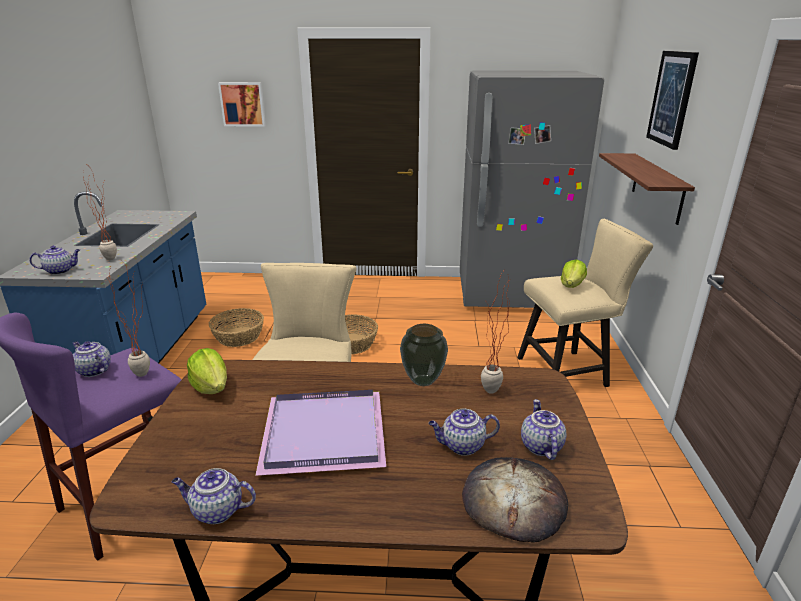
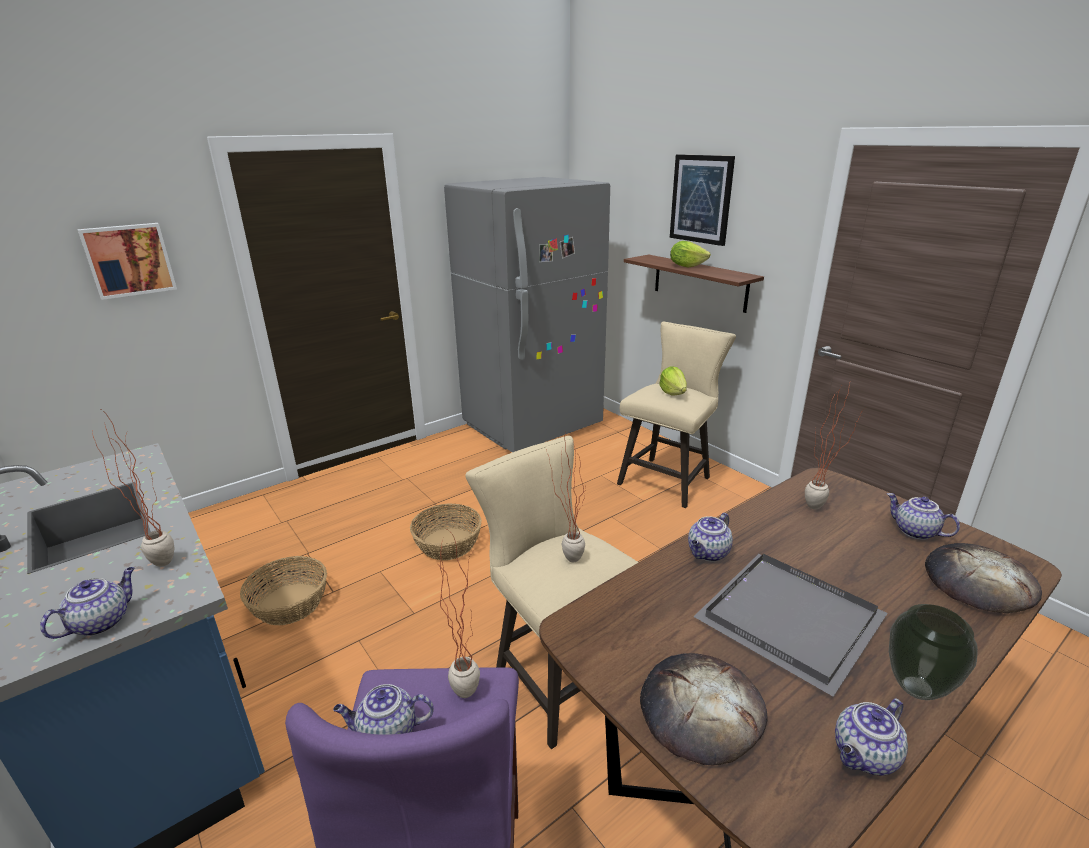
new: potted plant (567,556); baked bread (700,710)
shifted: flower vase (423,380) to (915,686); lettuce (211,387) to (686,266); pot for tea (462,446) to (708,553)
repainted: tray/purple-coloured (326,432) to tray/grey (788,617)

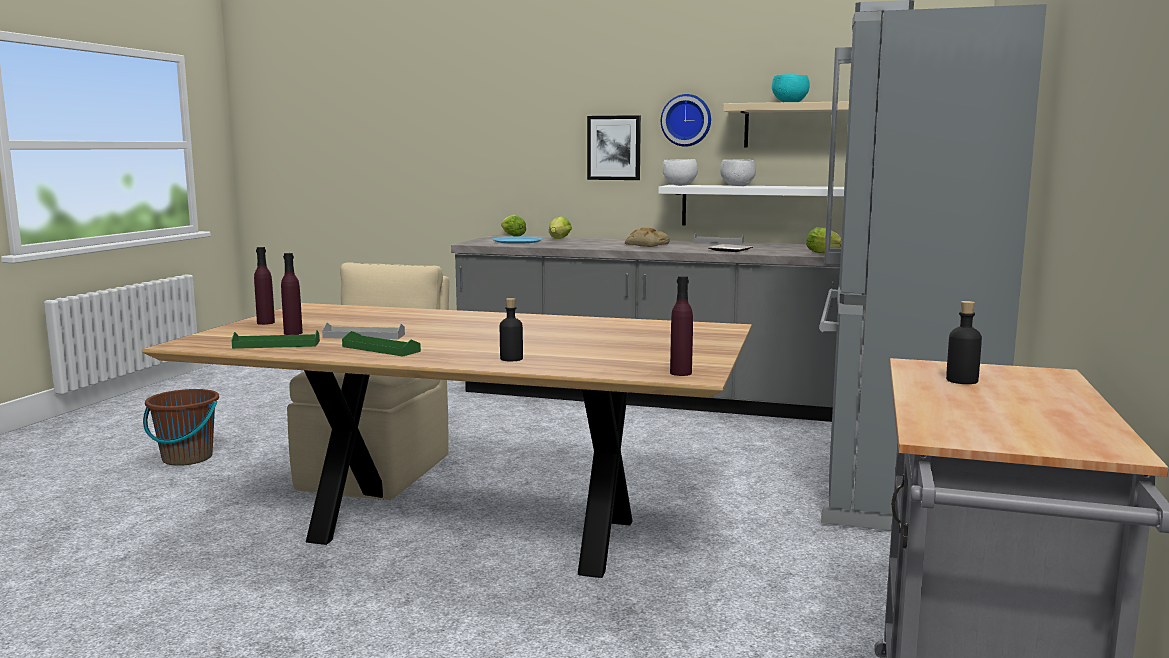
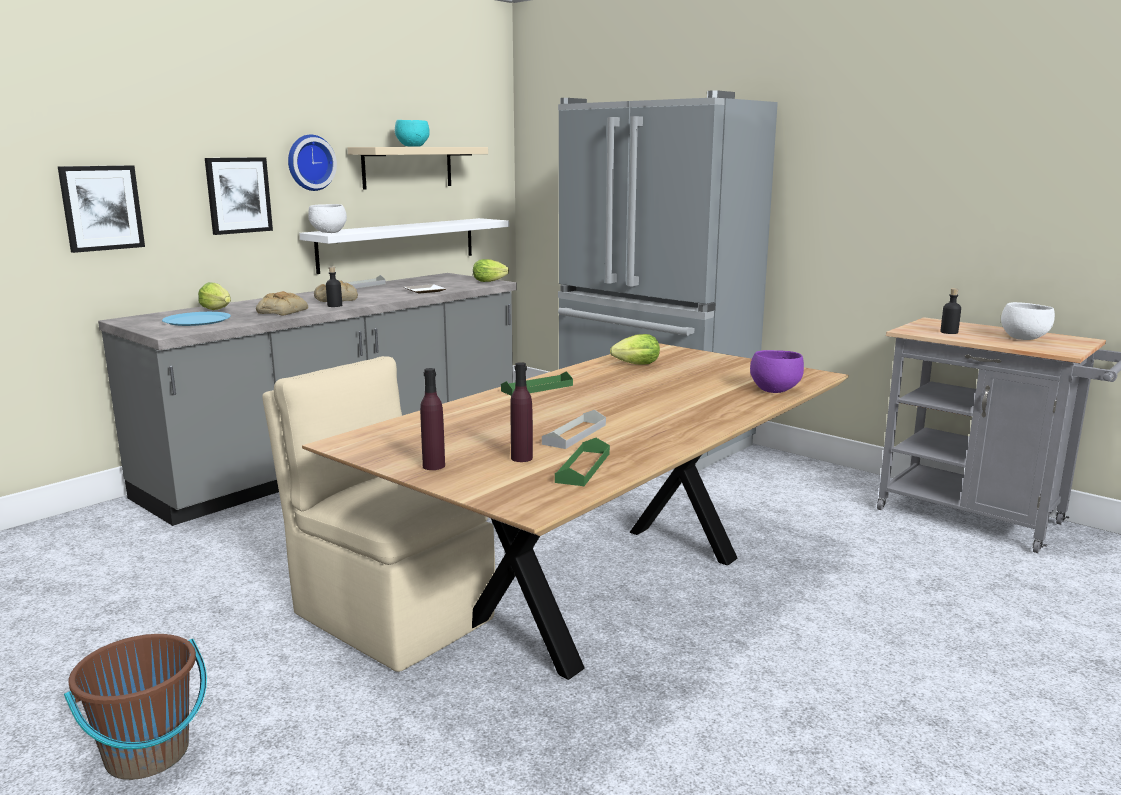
gone: bottle/purple-coloured (680,373)
new: picture (101,208); baked bread (282,311); deep dish/purple-coloured (774,390)
shifted: deep dish/white-coloured (738,186) to (1024,338); lettuce (511,236) to (634,365); bottle/black (511,359) to (334,305); tray/green (381,349) to (537,388)

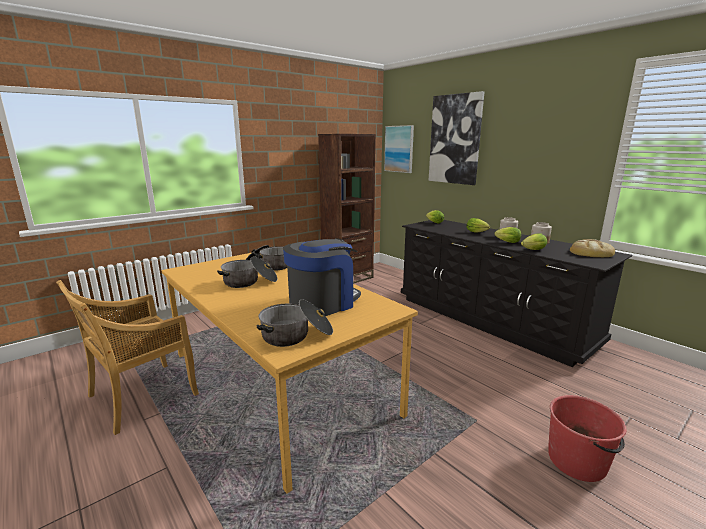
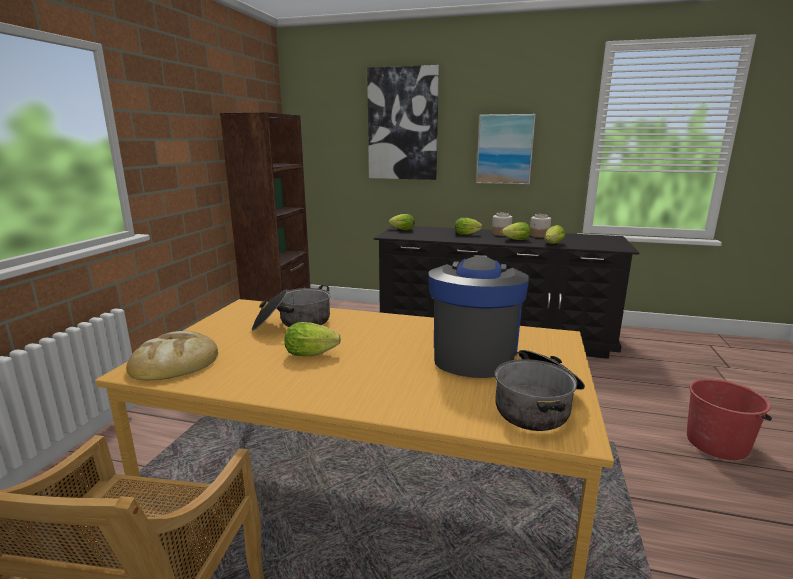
shifted: picture (399,149) to (504,149); baked bread (591,252) to (175,361)
swapped: stockpot (249,282) to lettuce (314,354)

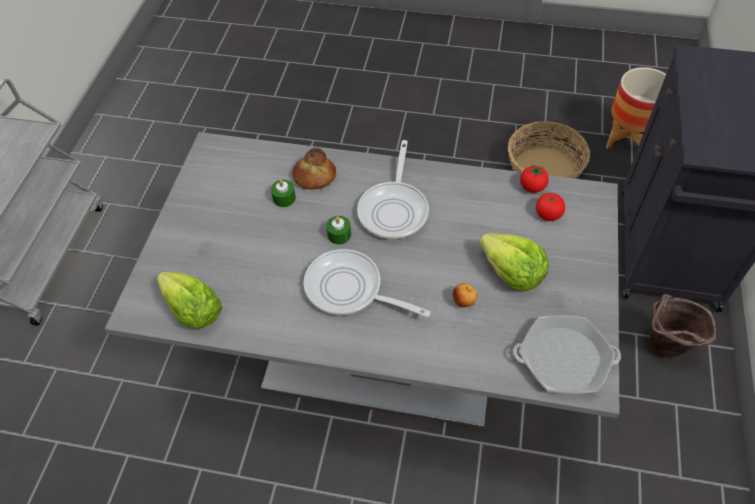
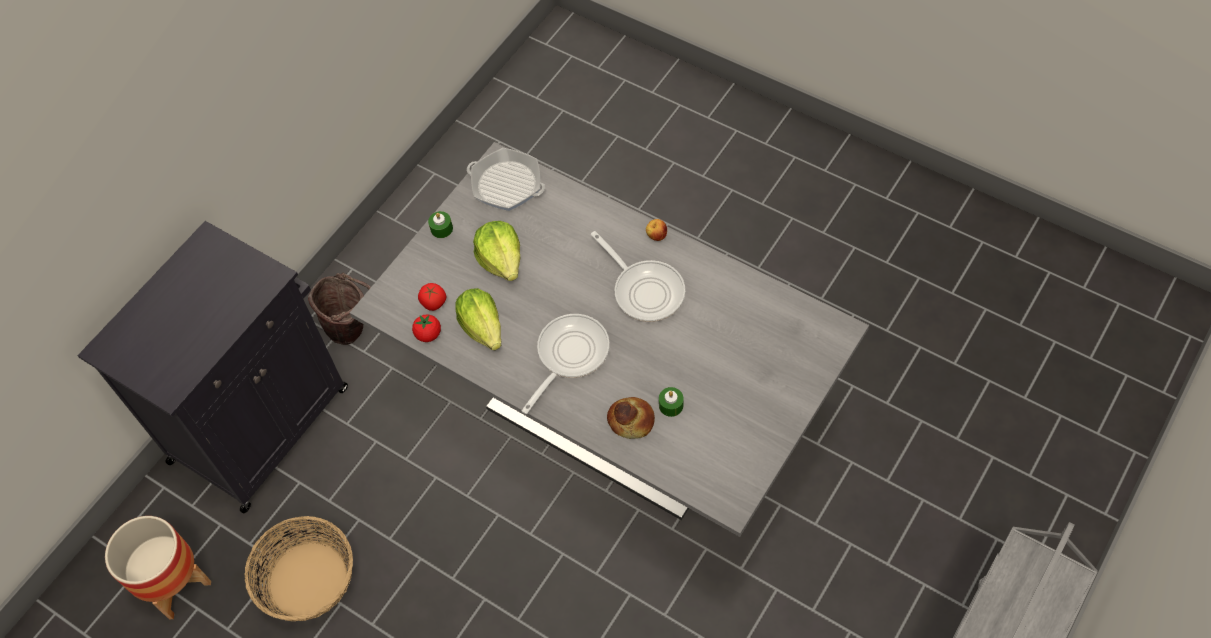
shifted: wax candle/green (339,234) to (441,229); lettuce (194,311) to (483,327); apple (464,302) to (656,236)

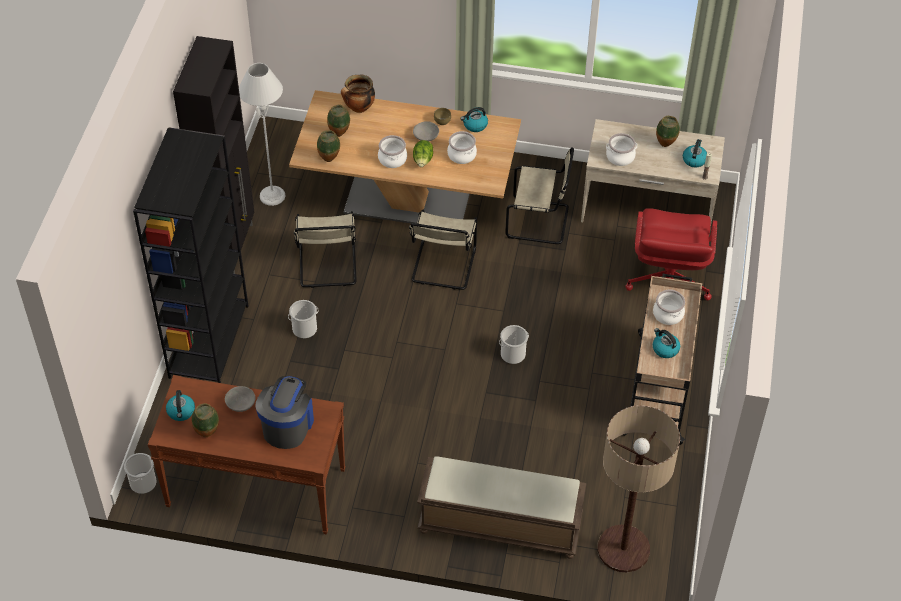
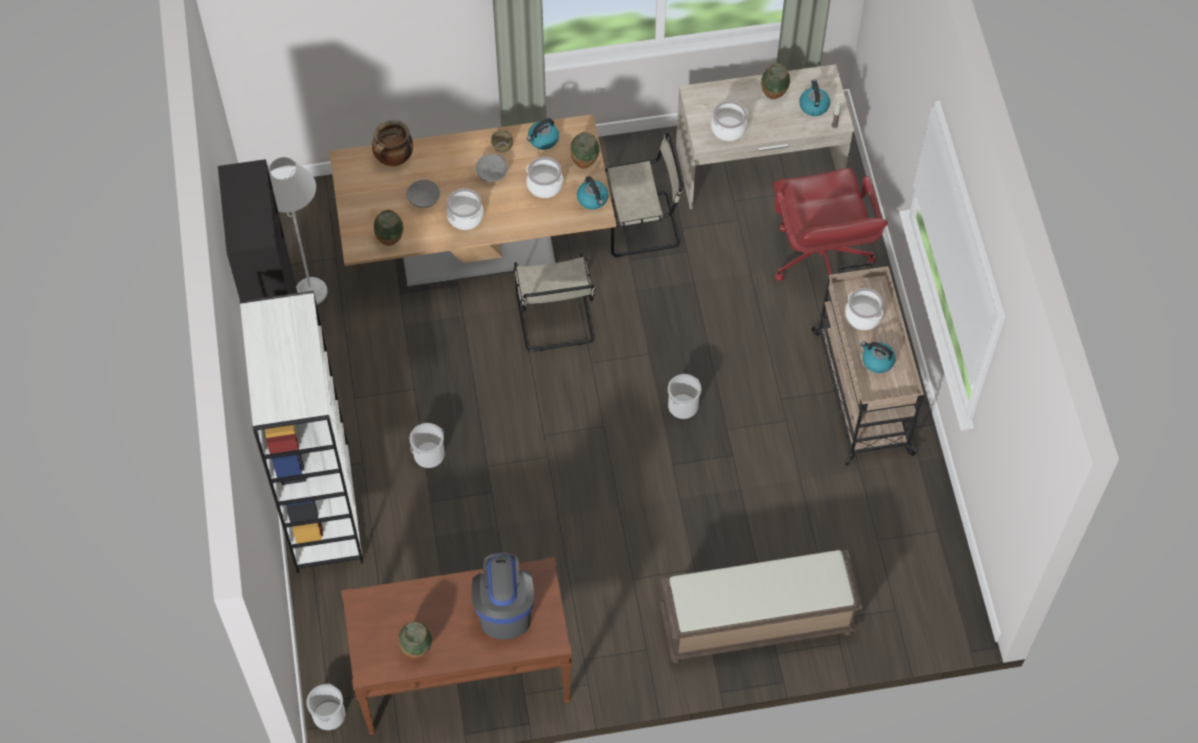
gone: lettuce (423,161); upright chair/beige-coloured (327,267); standard lamp (623,549)
shifted: flower vase (339,134) to (584,164); deep dish/grey (241,404) to (424,199); tea kettle (181,412) to (593,199)
repainted: shelving unit/black (208,340) to shelving unit/white-coloured (322,508)

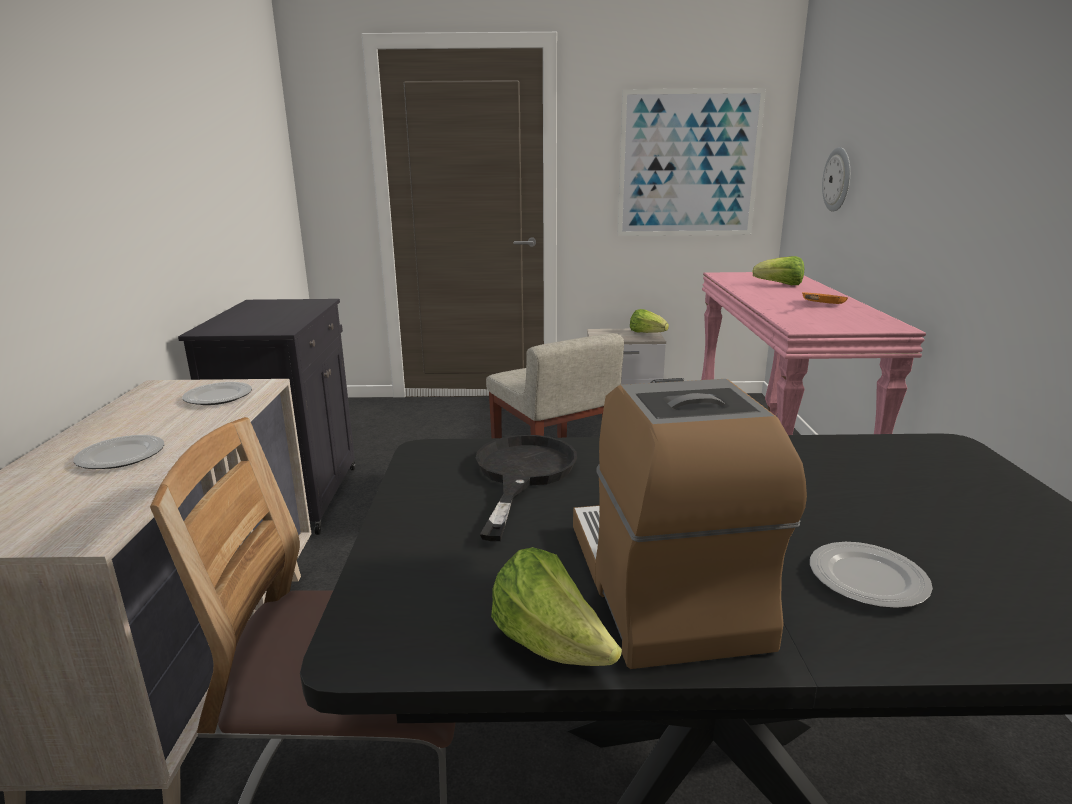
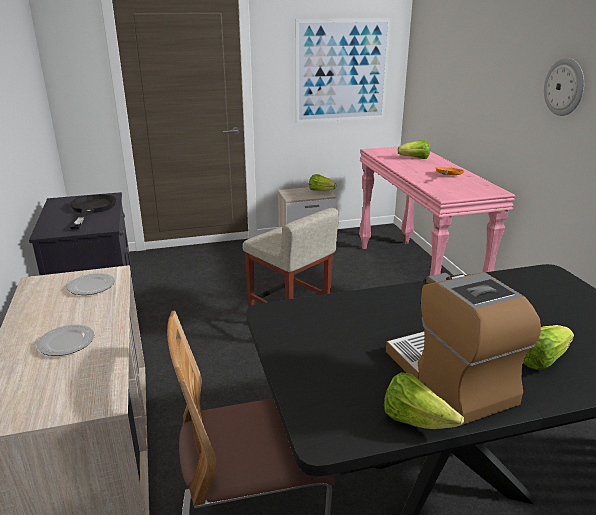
shifted: hanging clock (838,179) to (565,87); frying pan/black (522,474) to (91,209)
swapped: plate (866,579) to lettuce (541,359)

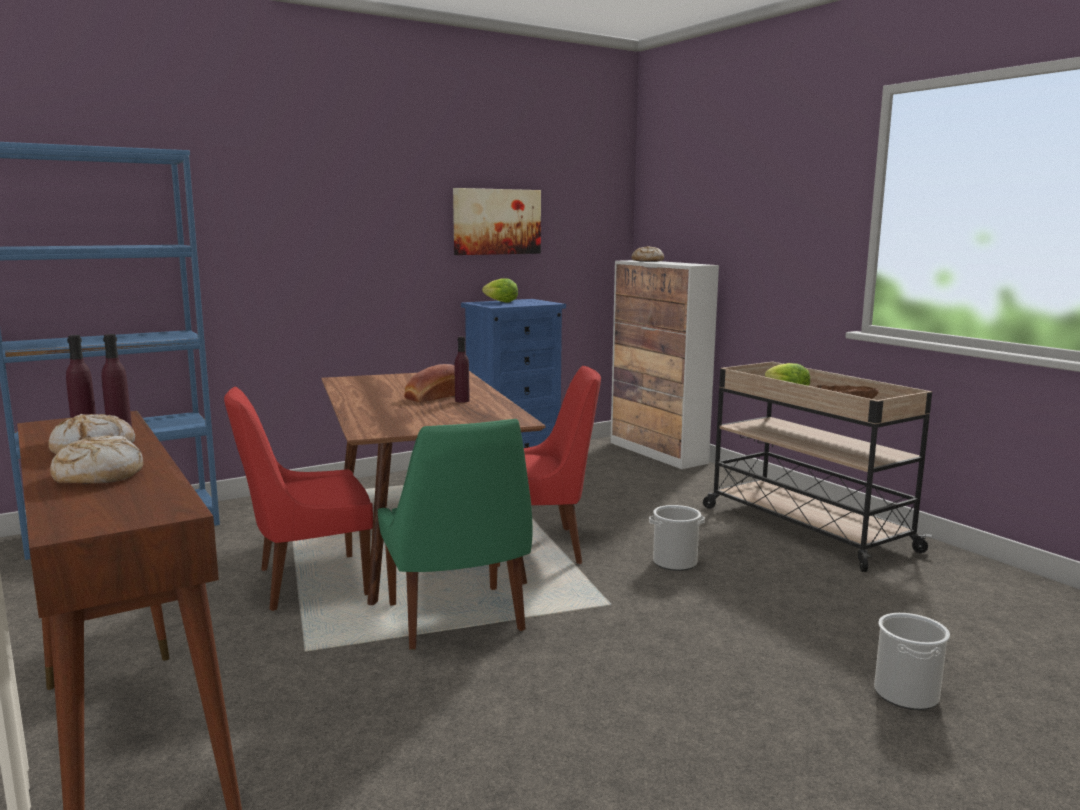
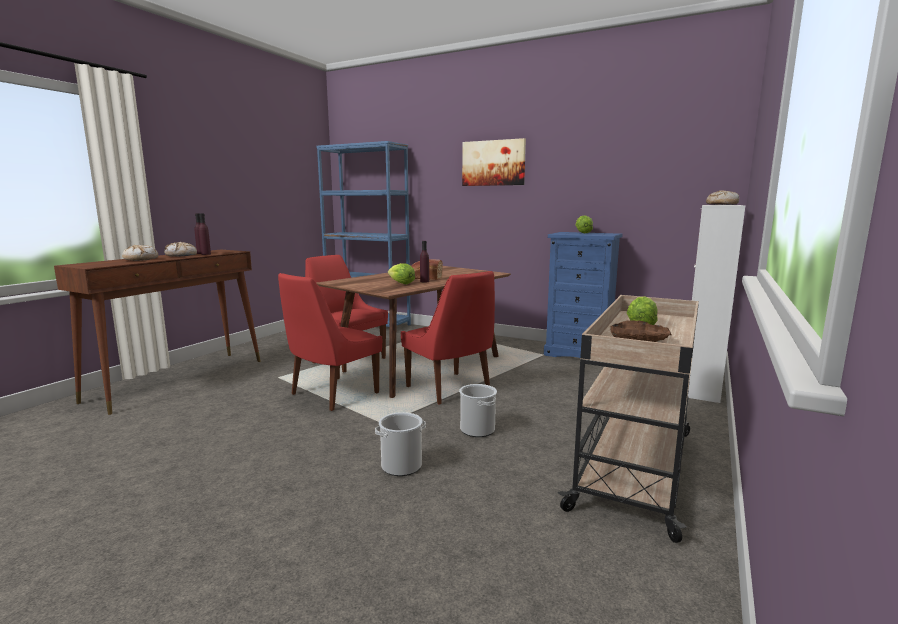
new: lettuce (401,283)
shifted: picture (496,221) to (493,163); water bucket (906,694) to (401,466)
repainted: upright chair/green (457,620) to upright chair/red-coloured (332,394)

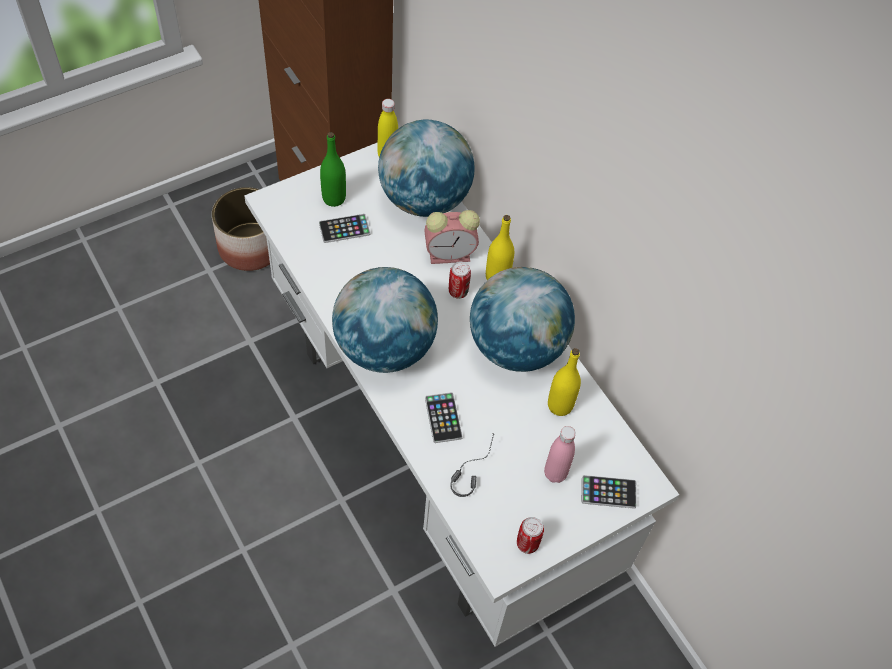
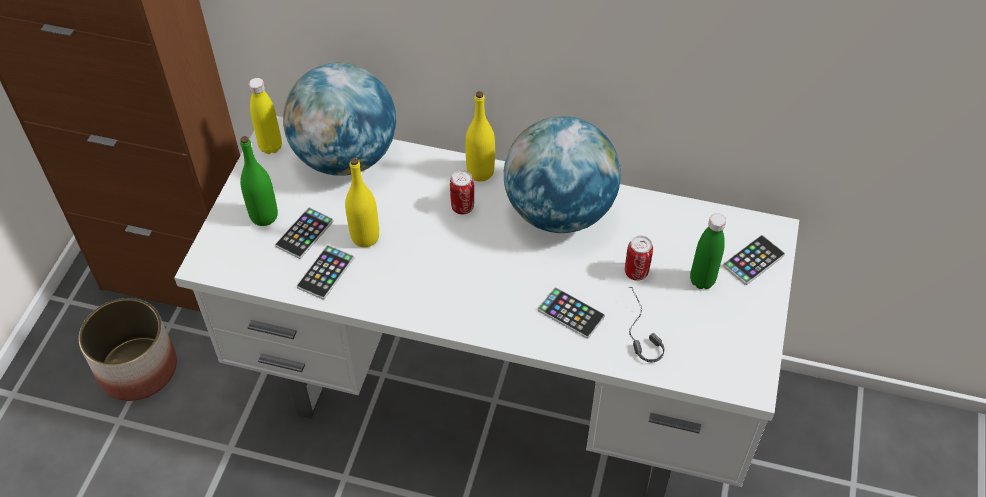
gone: bedside clock (451,254); globe (384,347)
new: phone (325,272)
shifted: bottle/yellow (560,405) to (365,237); sealed can (527,544) to (636,272)
repainted: bottle/pink (555,473) to bottle/green (702,280)

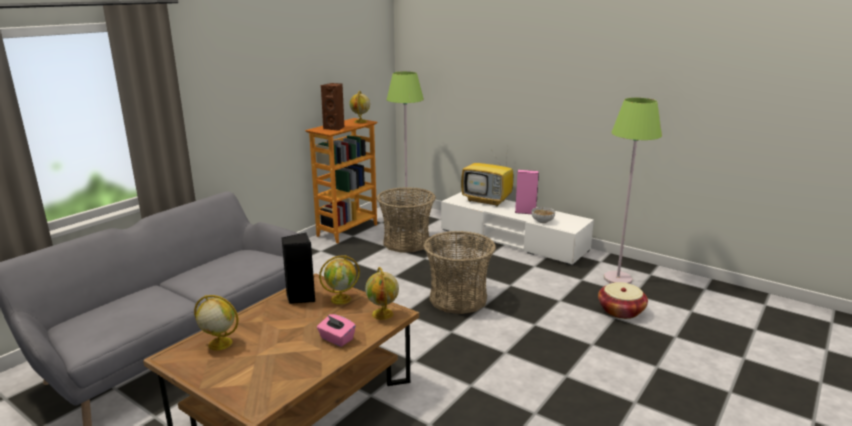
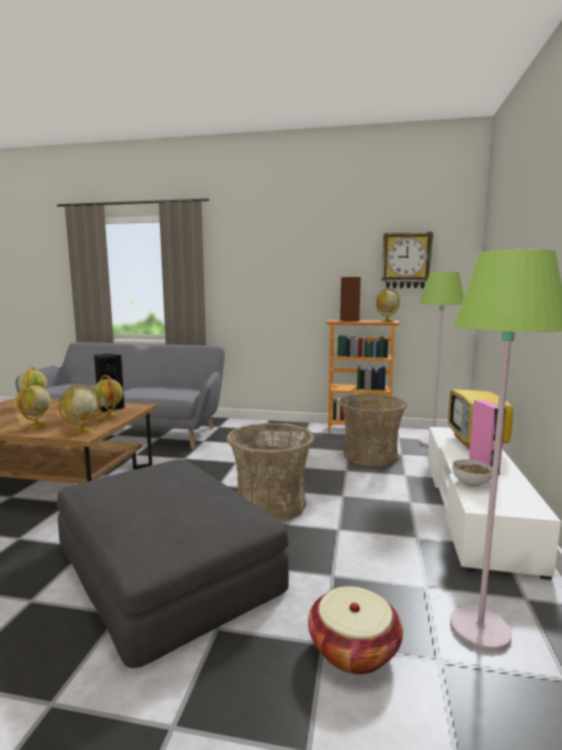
new: hanging clock (406,260); pouffe/grey (165,566)
swapped: box of tissues/pink (336,339) to globe (36,426)

